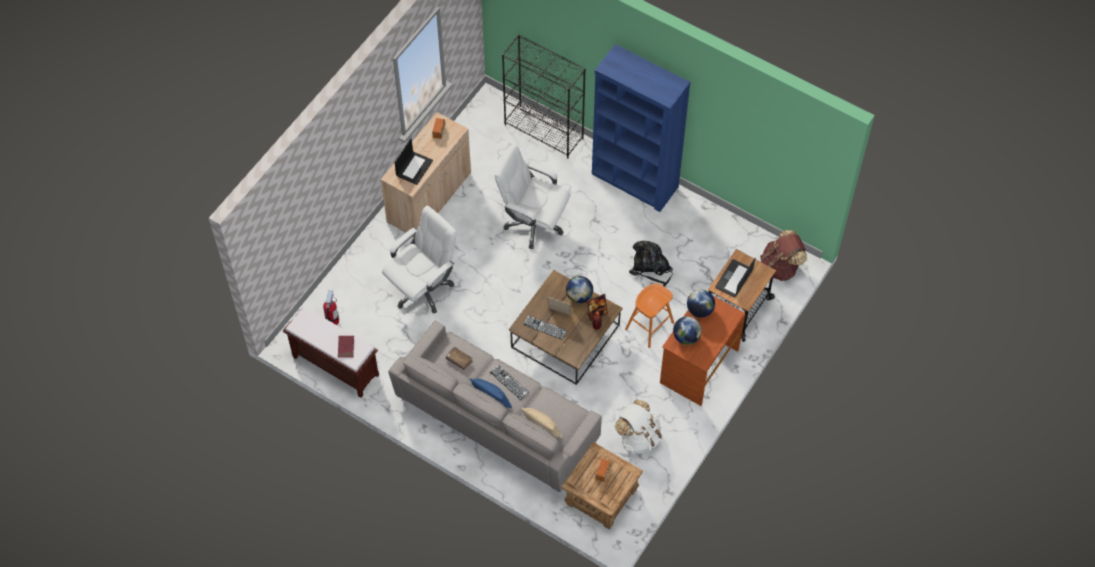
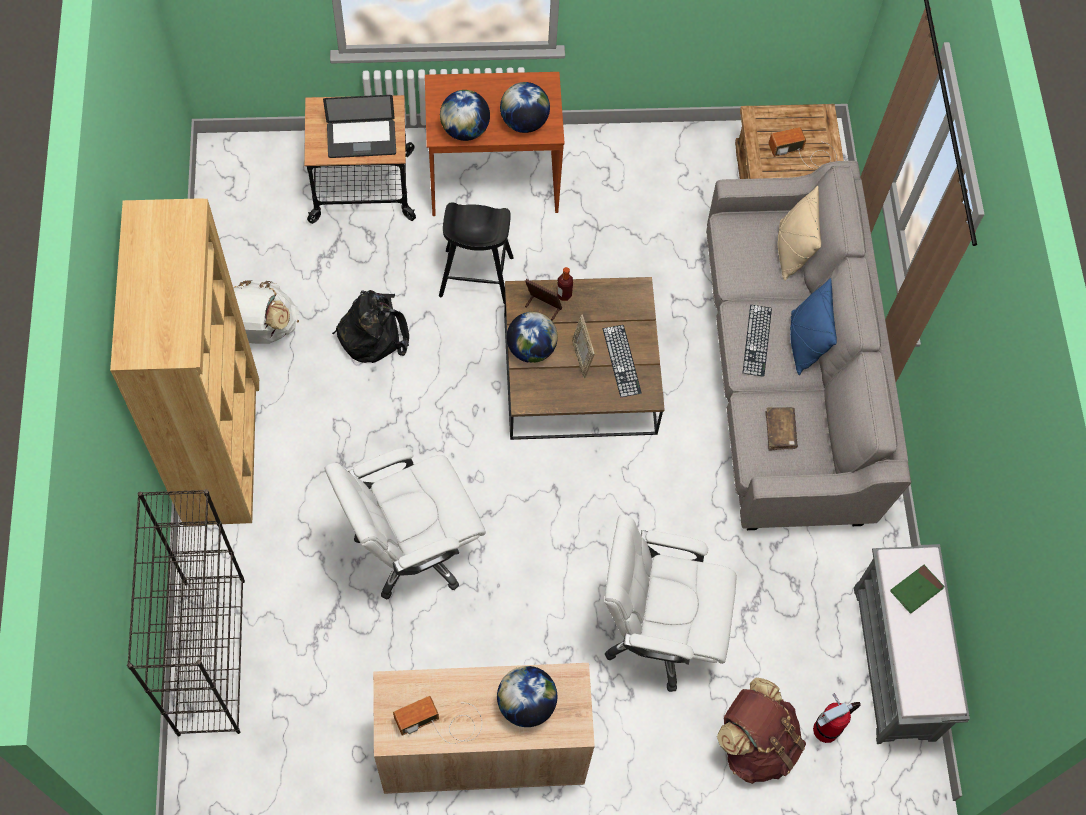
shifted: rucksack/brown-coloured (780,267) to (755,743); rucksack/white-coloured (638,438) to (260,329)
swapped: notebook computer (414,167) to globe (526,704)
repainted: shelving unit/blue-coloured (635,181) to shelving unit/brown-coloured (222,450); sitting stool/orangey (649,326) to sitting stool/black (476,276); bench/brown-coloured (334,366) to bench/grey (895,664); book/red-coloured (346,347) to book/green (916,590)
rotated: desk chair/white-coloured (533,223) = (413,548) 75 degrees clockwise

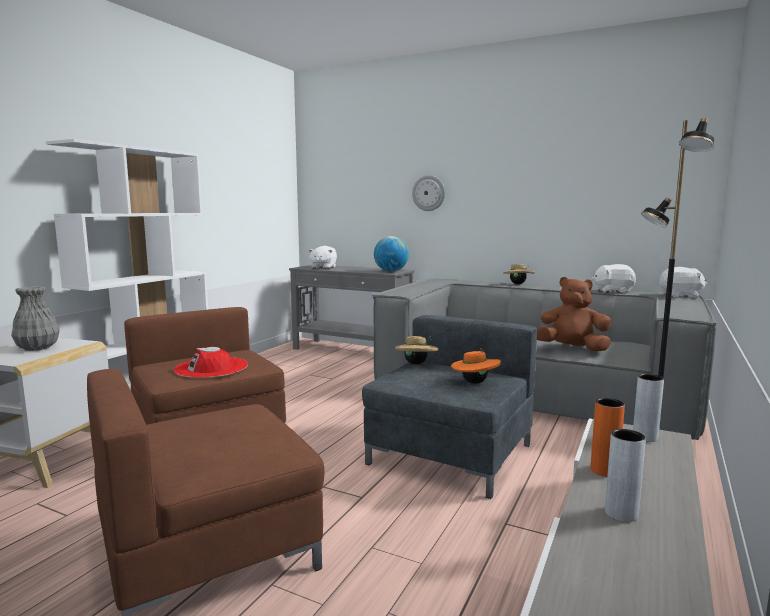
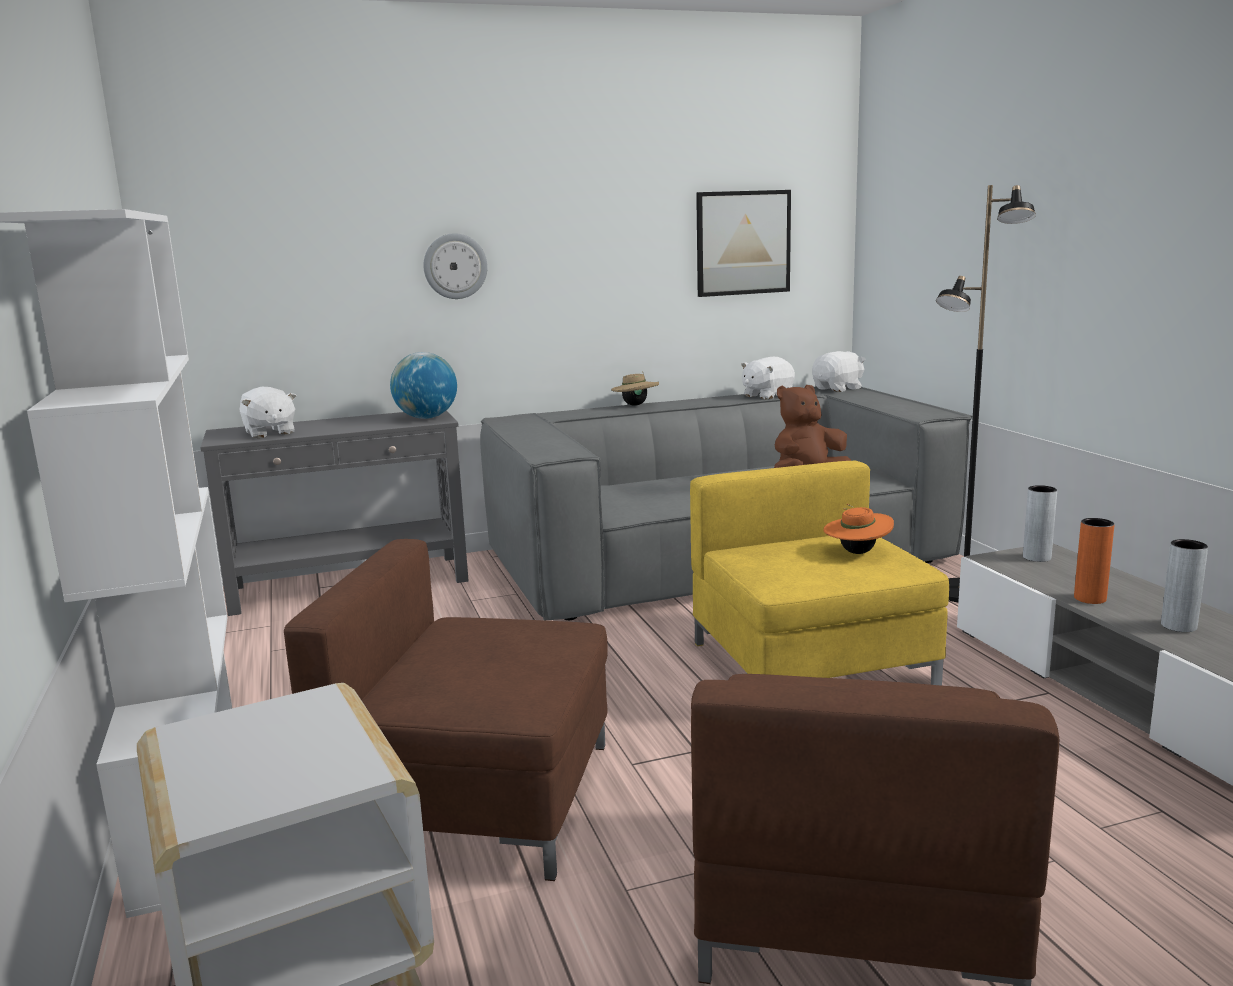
gone: flower vase/grey (37,348); clothing hat/beige-coloured (416,364); clothing hat/red-coloured (211,368)
new: picture (743,243)
repainted: armchair/grey (449,454) to armchair/yellow (810,666)

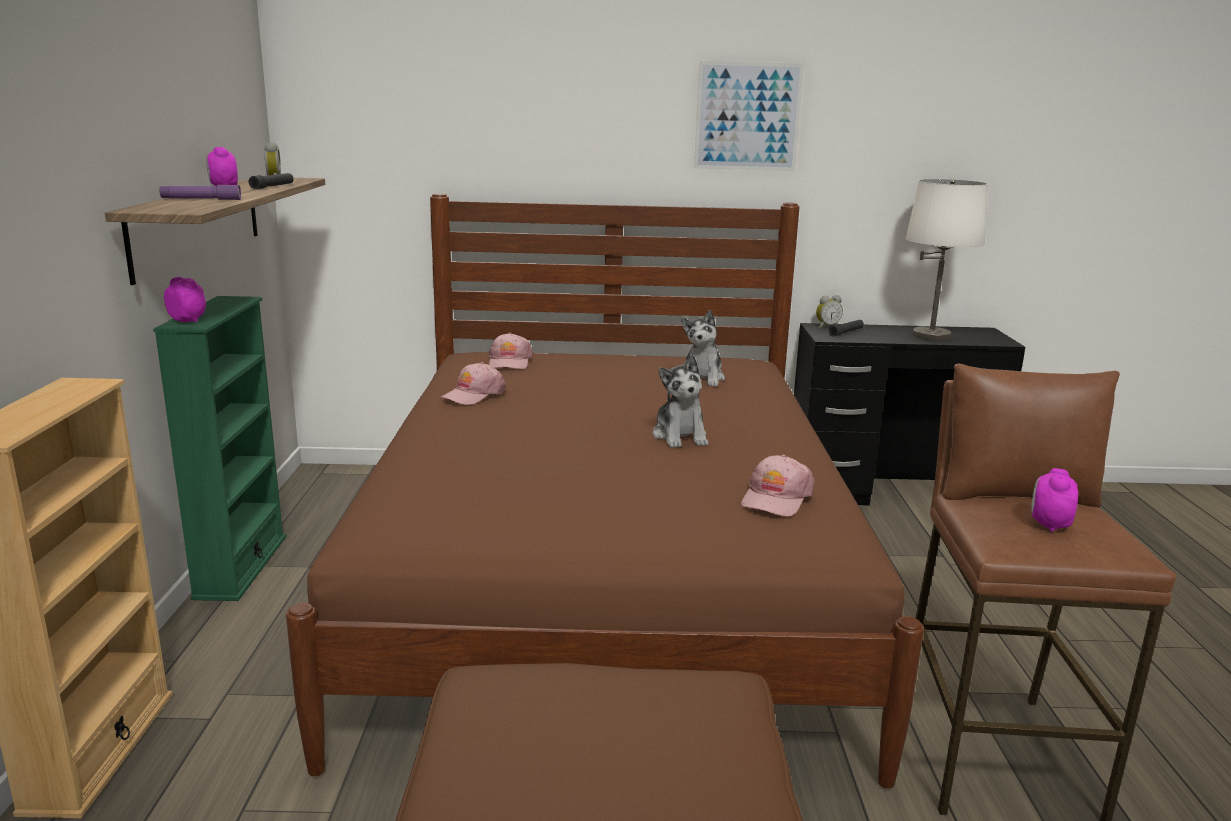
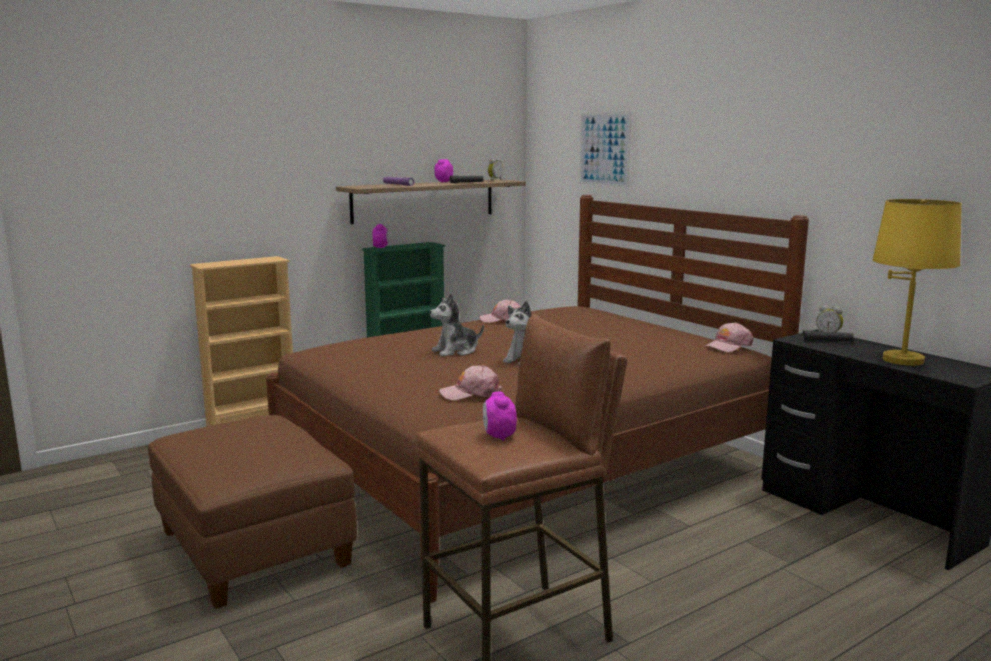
shifted: picture (747,116) to (604,149); plush toy (702,378) to (456,351); peaked cap/pink (509,362) to (728,346)
repainted: tabletop lamp/white-coloured (931,336) to tabletop lamp/yellow (903,360)
rotated: bedside clock (1049,525) = (498,436) 90 degrees counterclockwise

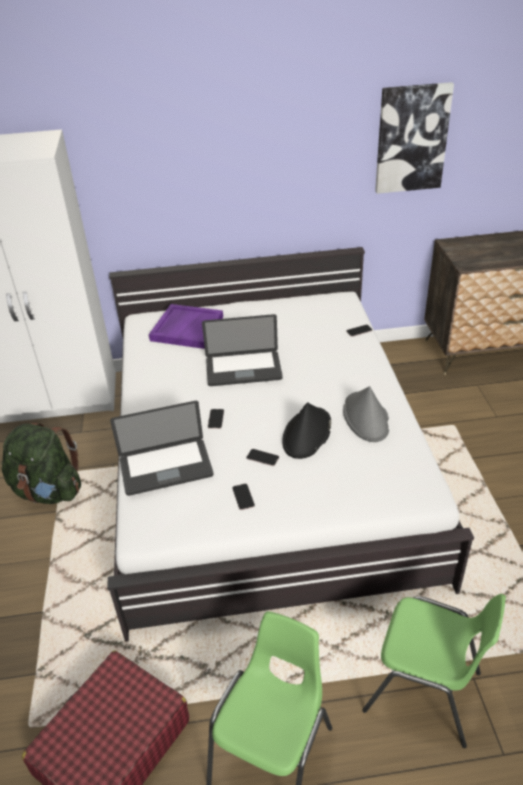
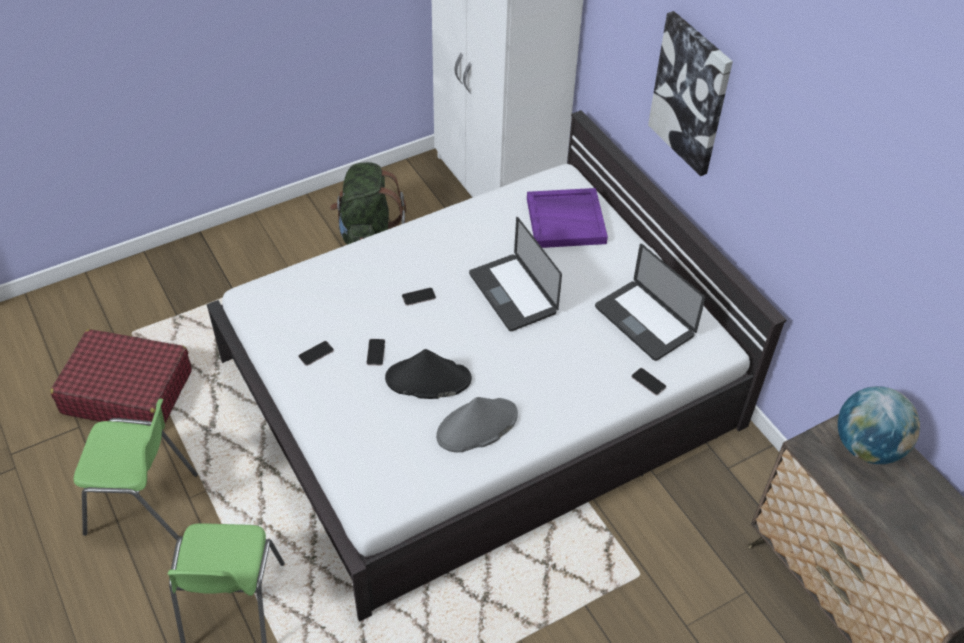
new: globe (867,447)
shifted: picture (411,139) to (691,94); notebook computer (166,468) to (644,321)

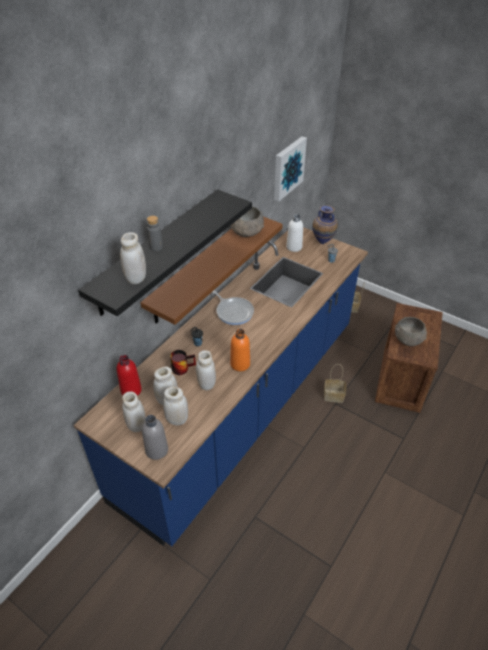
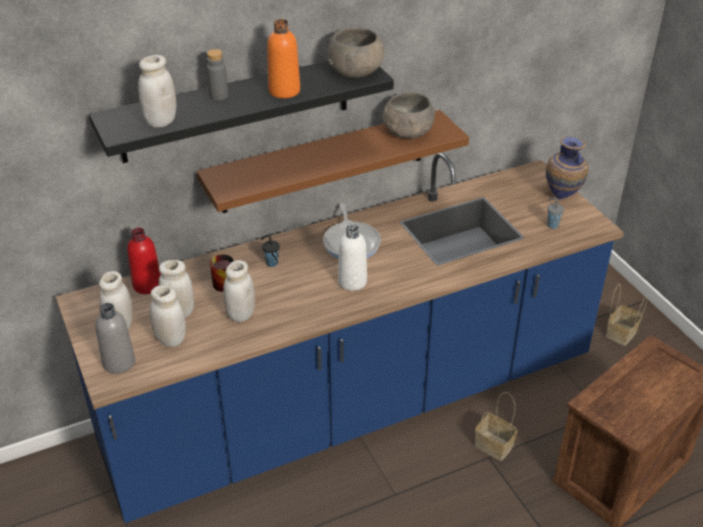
gone: picture (287,168)
shifted: bottle/white-coloured (294,247) to (352,281); deep dish/grey (408,339) to (356,71); bottle/orangey (240,364) to (284,91)

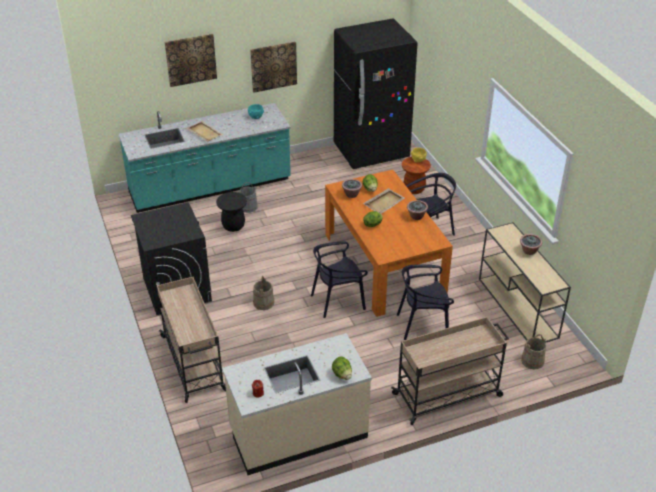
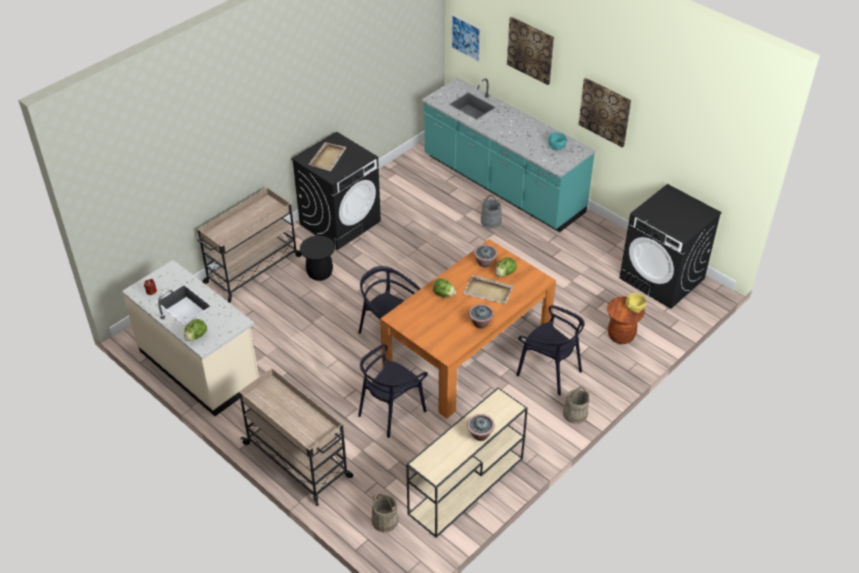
new: picture (466,38)
shifted: tray/beige-coloured (204,132) to (328,157); sitting stool/black (233,226) to (319,273); water bucket/beige-coloured (263,303) to (575,414)
swapped: fridge/black (371,152) to washing machine/black (662,278)
rotated: upright chair/black (423,324) = (391,411) 105 degrees counterclockwise

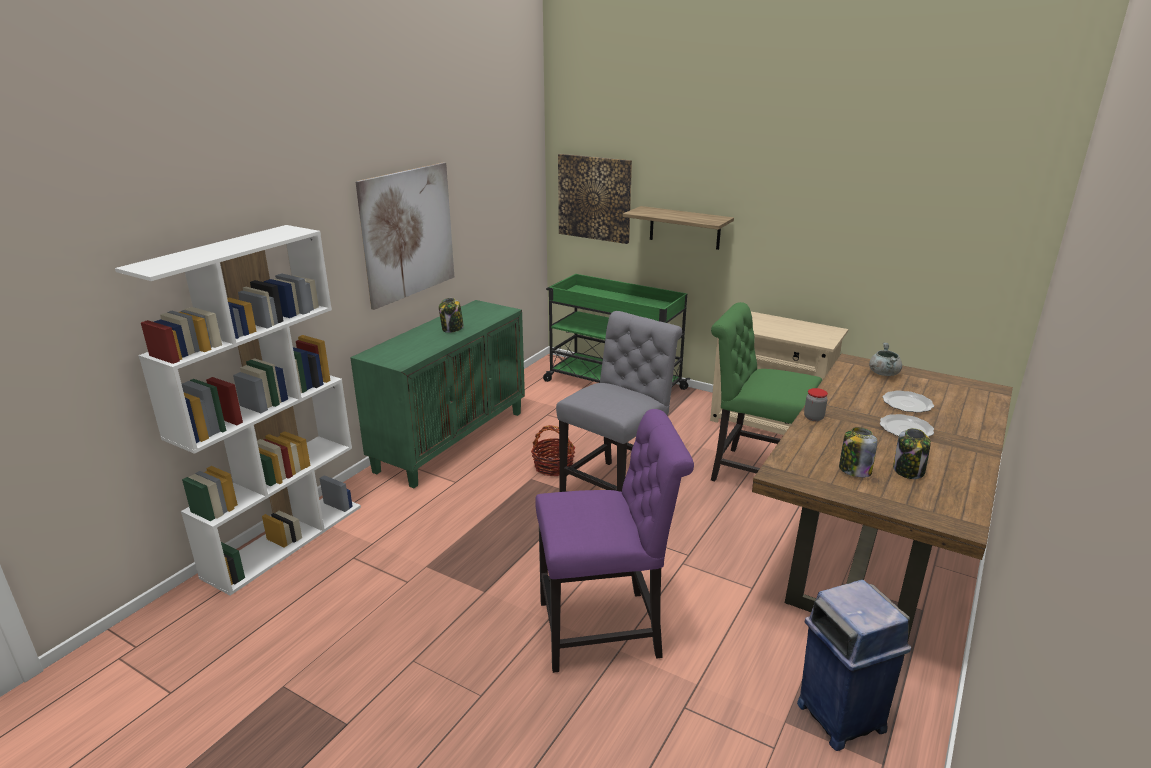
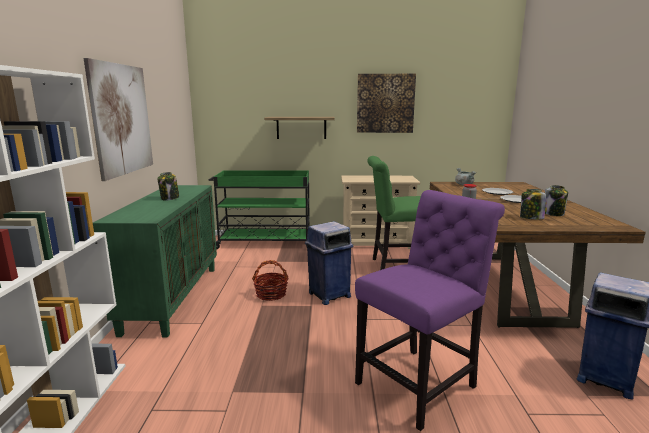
shifted: picture (594,198) to (385,103)
swapped: upright chair/grey (617,488) to waste bin/blue-coloured (328,295)

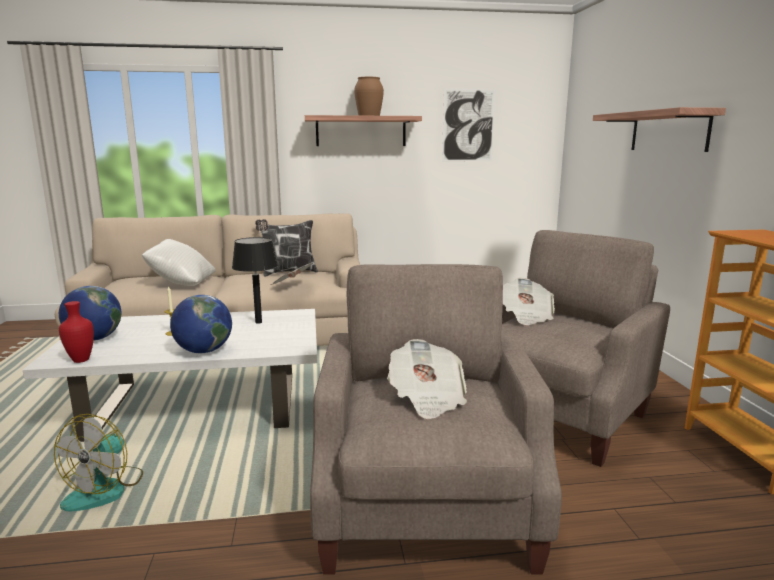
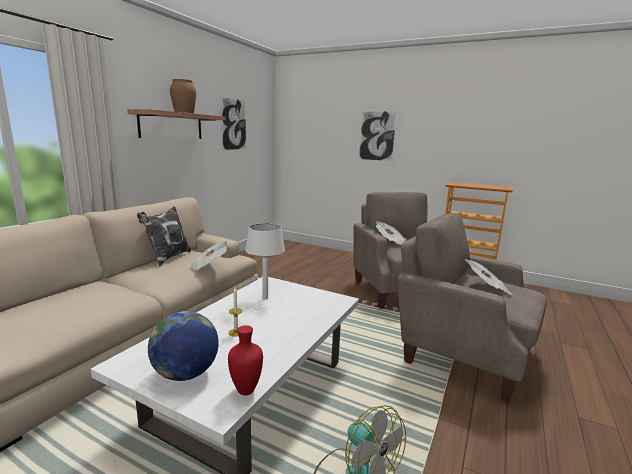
gone: pillow/white-coloured (181,283); globe (204,351)
swapped: wall shelf (668,131) to picture (377,136)
repainted: tabletop lamp/black (258,322) to tabletop lamp/white-coloured (265,298)

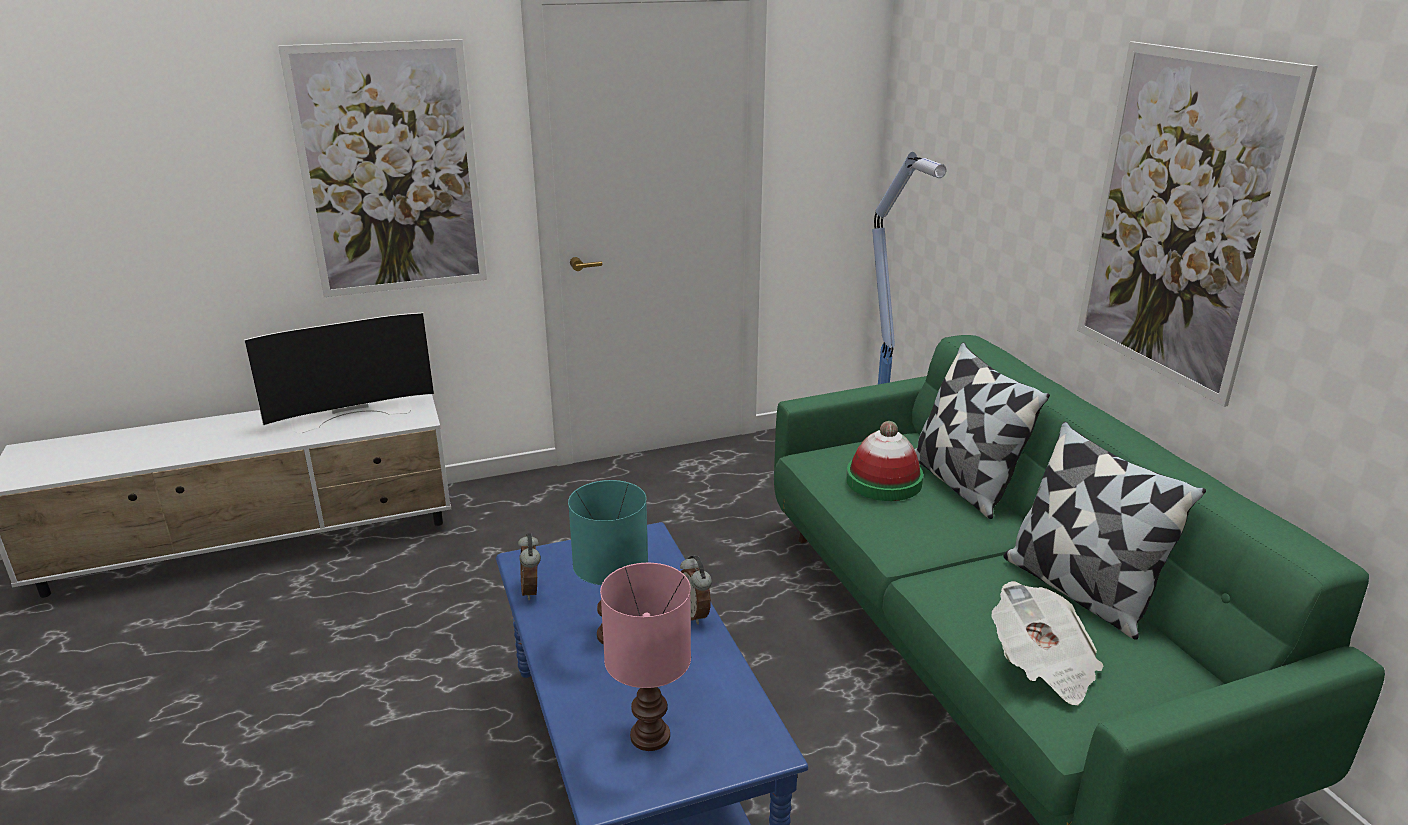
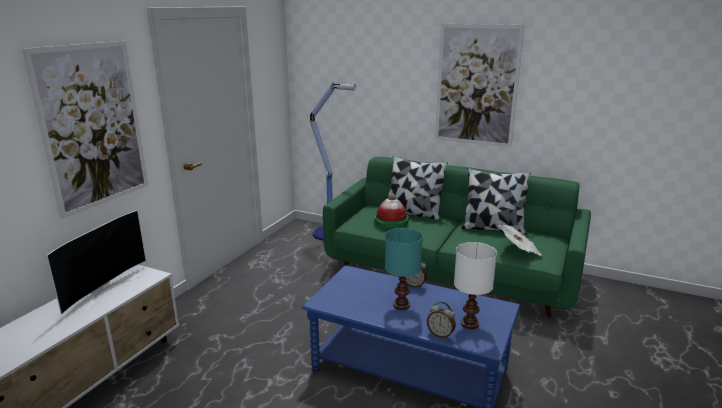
shifted: bedside clock (532,590) to (440,334)
repainted: tabletop lamp/pink (650,735) to tabletop lamp/white-coloured (469,323)

